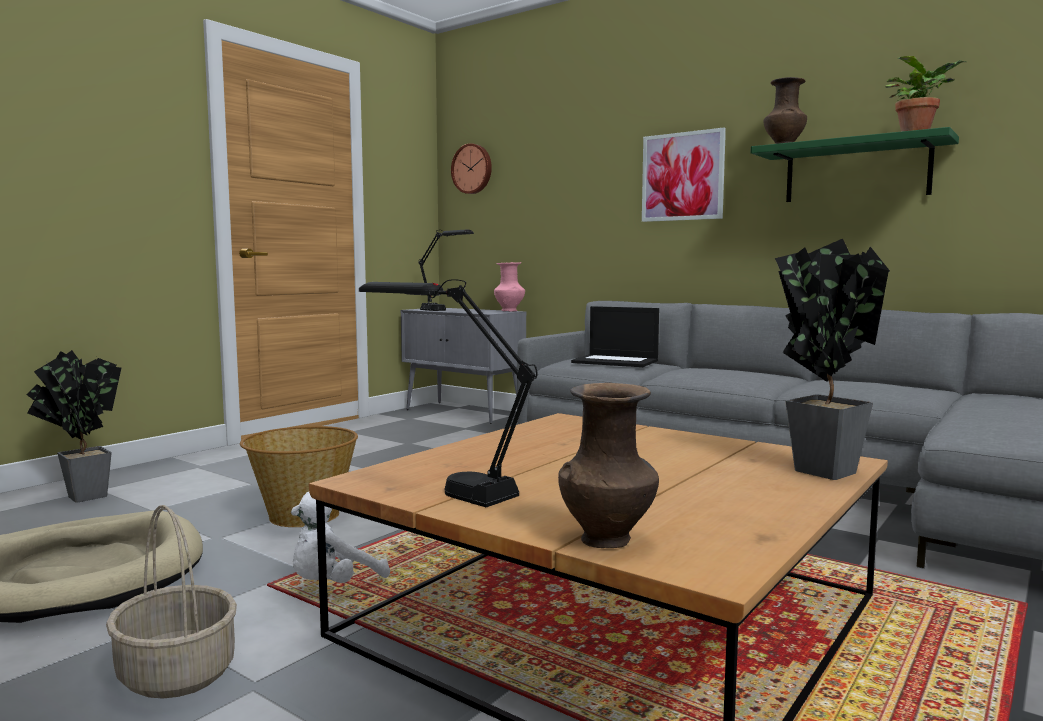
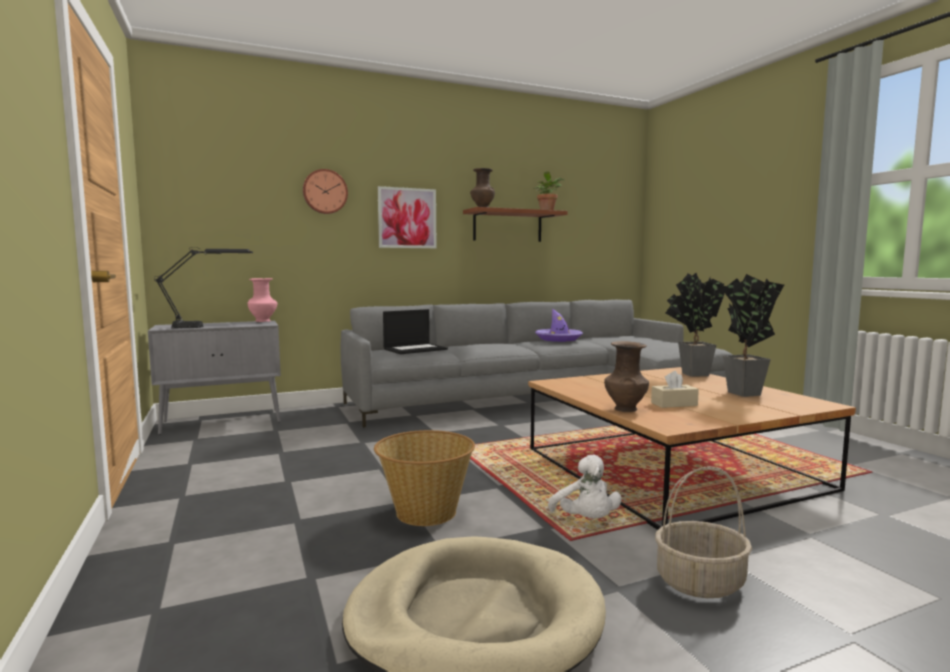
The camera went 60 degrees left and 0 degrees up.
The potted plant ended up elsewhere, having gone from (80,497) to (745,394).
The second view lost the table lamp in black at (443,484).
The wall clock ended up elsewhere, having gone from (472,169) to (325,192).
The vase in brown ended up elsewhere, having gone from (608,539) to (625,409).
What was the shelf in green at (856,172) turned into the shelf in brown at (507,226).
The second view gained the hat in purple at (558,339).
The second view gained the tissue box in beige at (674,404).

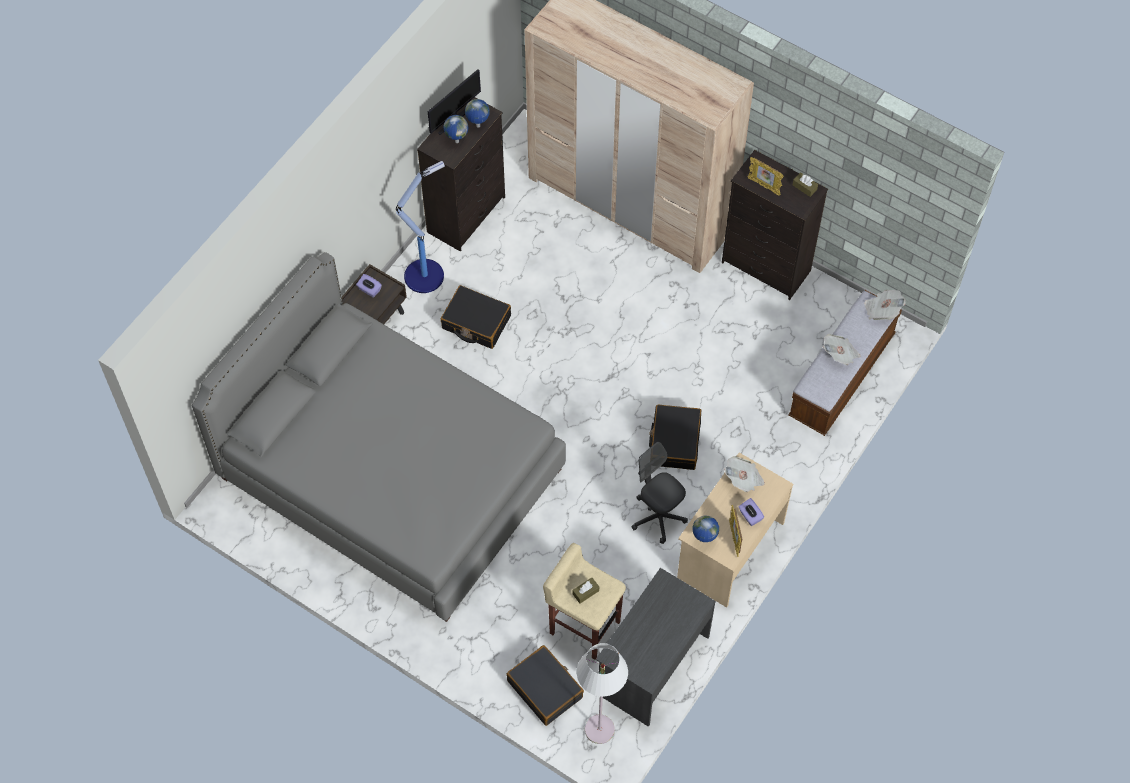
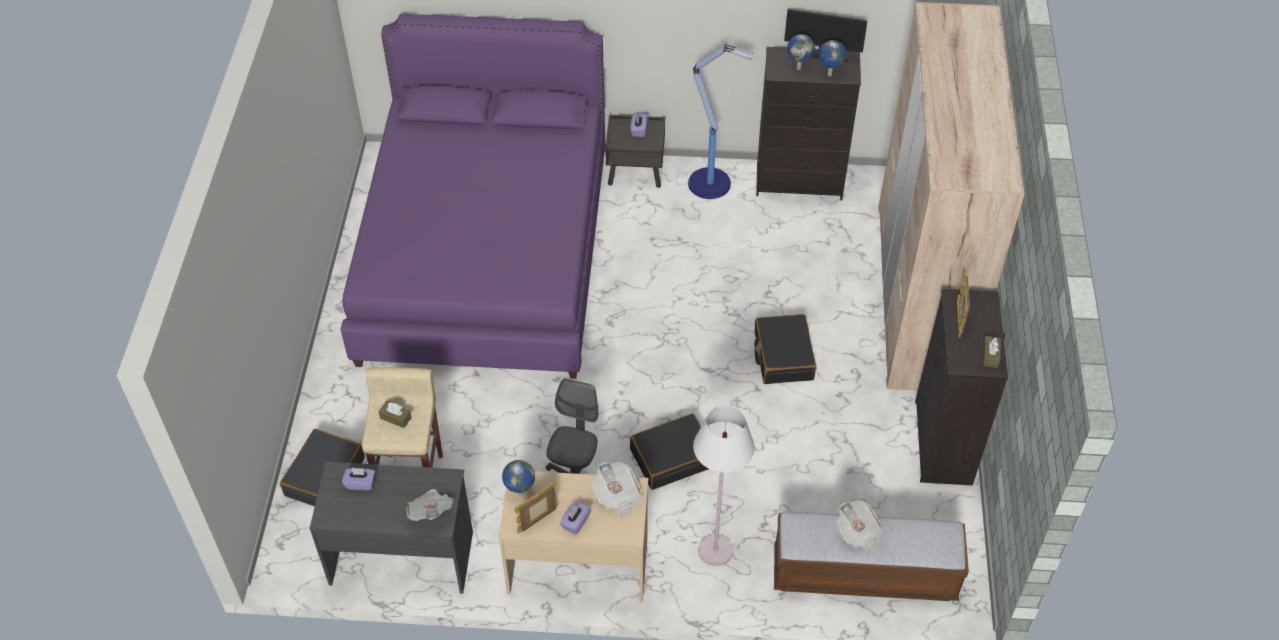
The camera went 60 degrees right and 10 degrees down.
What was the bed in grey at (391,474) turned into the bed in purple at (485,256).
The suitcase in black ended up elsewhere, having gone from (476,322) to (783,356).
The floor lamp in white ended up elsewhere, having gone from (599,729) to (715,550).
The newspaper ended up elsewhere, having gone from (882,310) to (430,512).
The second view gained the tissue box in purple at (360,483).

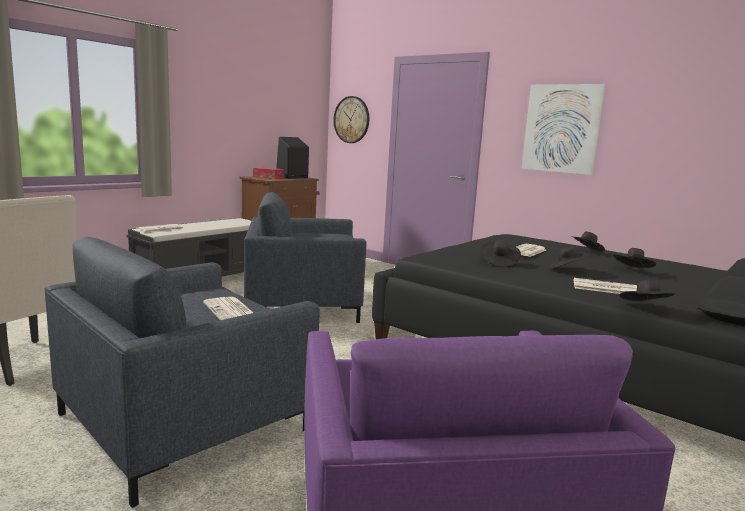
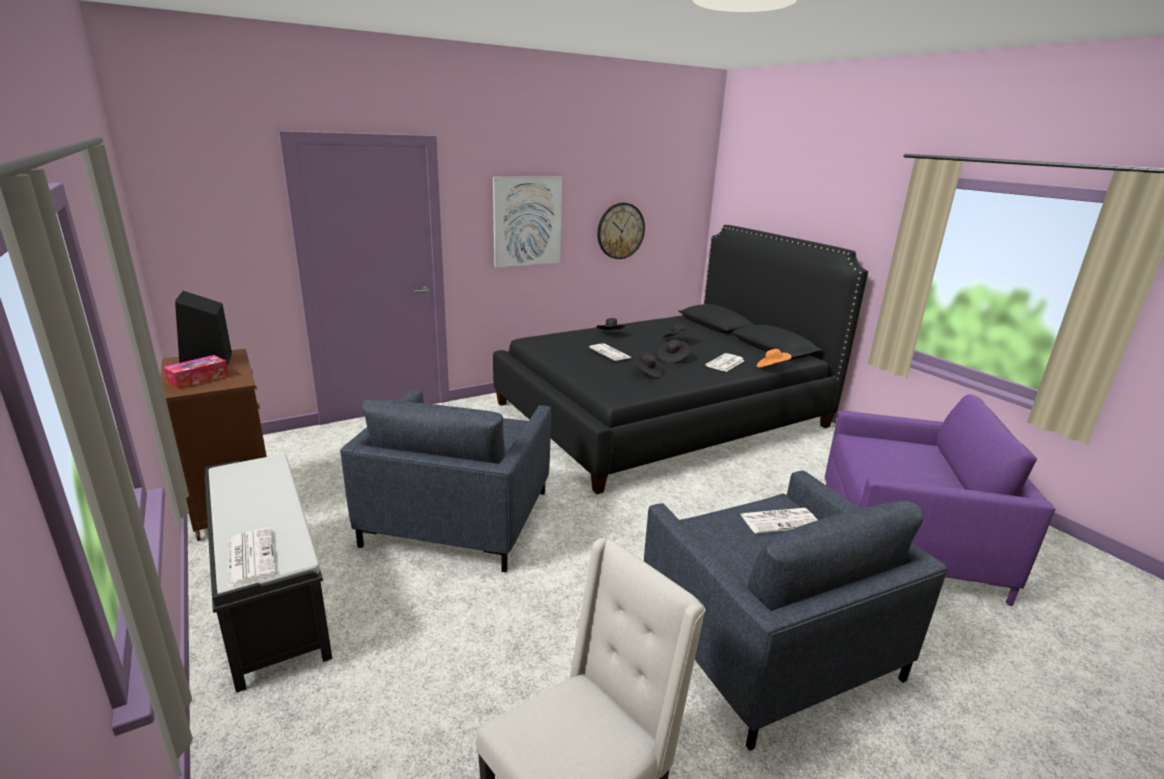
The camera went 70 degrees left and 10 degrees up.
The wall clock ended up elsewhere, having gone from (351,119) to (620,231).
What was the hat in black at (645,308) turned into the hat in orange at (772,367).

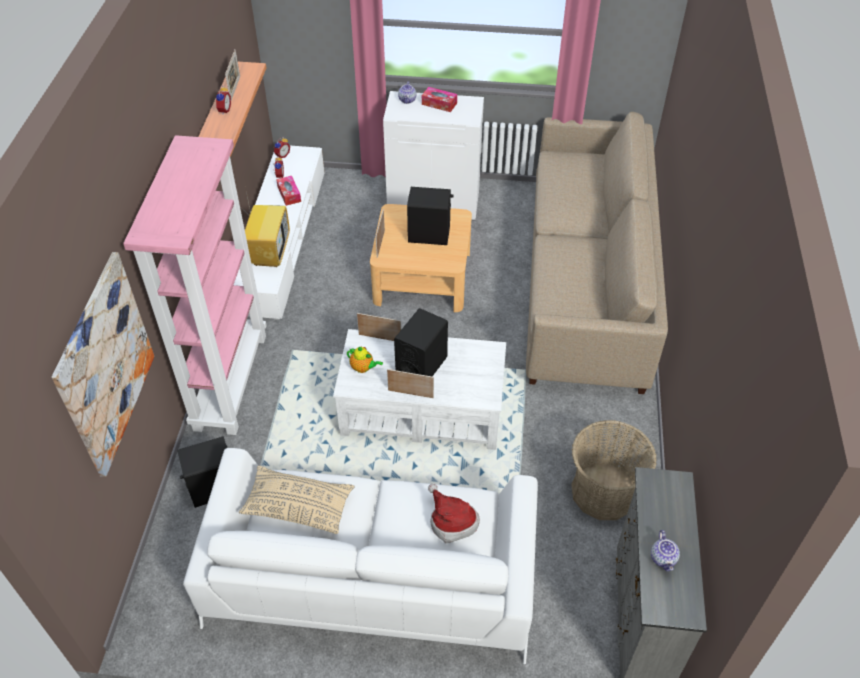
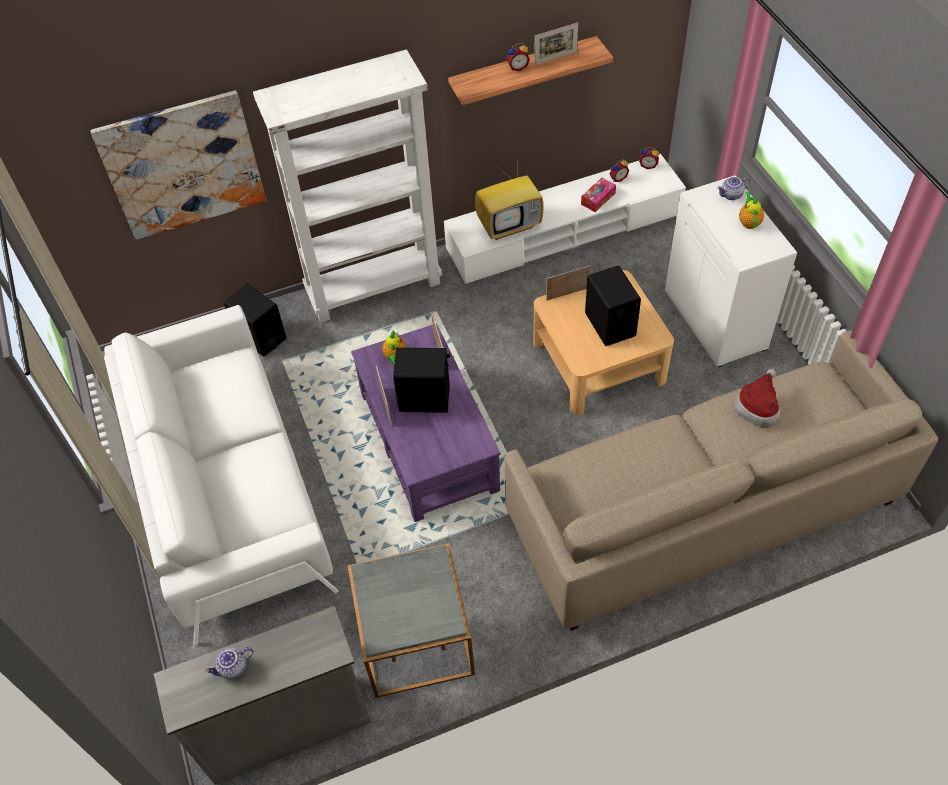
The camera went 65 degrees right and 5 degrees up.
What was the bookcase in pink at (230,380) turned into the bookcase in white at (375,287).
The second view lost the pillow in beige at (298,506).
What was the coffee table in white at (421,408) turned into the coffee table in purple at (428,439).
Where the tissue box stood at (439,104), the teapot came to stand at (749,222).
The hat ended up elsewhere, having gone from (451,521) to (757,406).
Where the basket stood at (603,492), the side table in grey came to stand at (415,639).

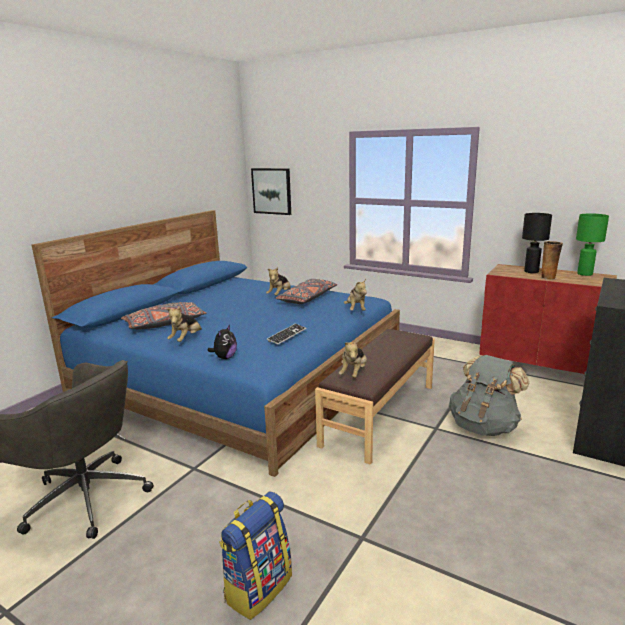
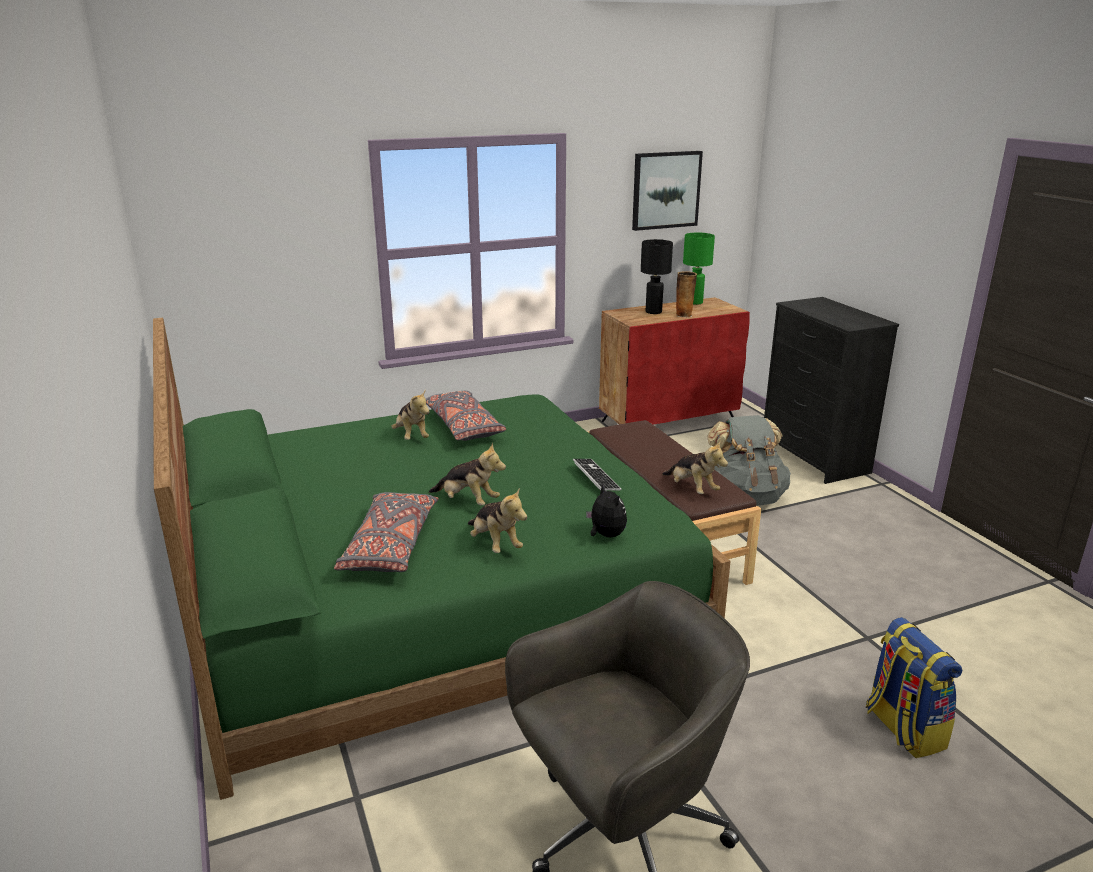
The camera went 55 degrees left and 5 degrees up.
What was the bed in blue at (240,376) turned into the bed in green at (429,589).
The picture ended up elsewhere, having gone from (272,191) to (665,190).
The plush toy ended up elsewhere, having gone from (356,310) to (467,501).

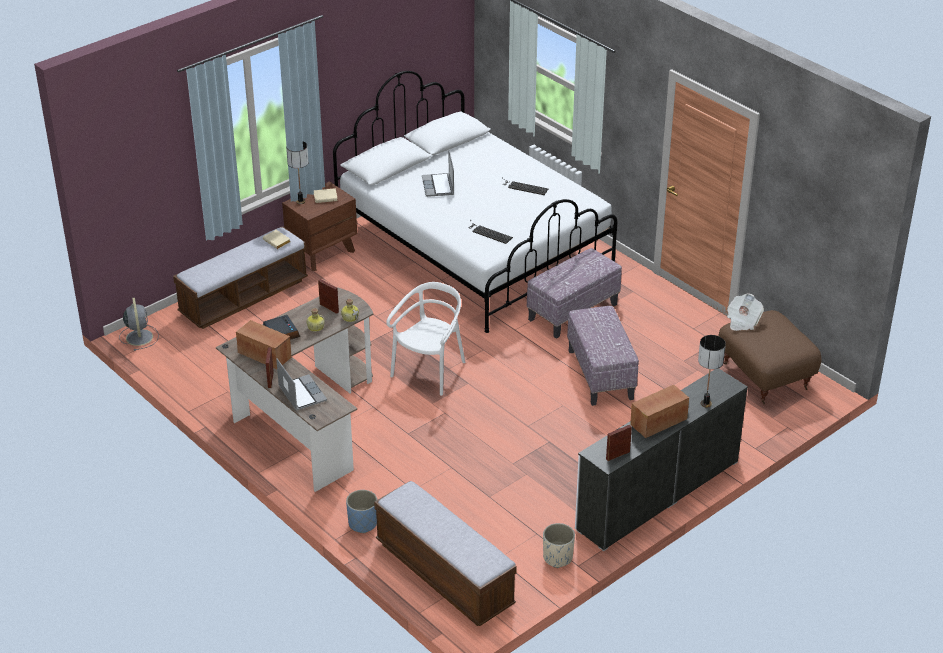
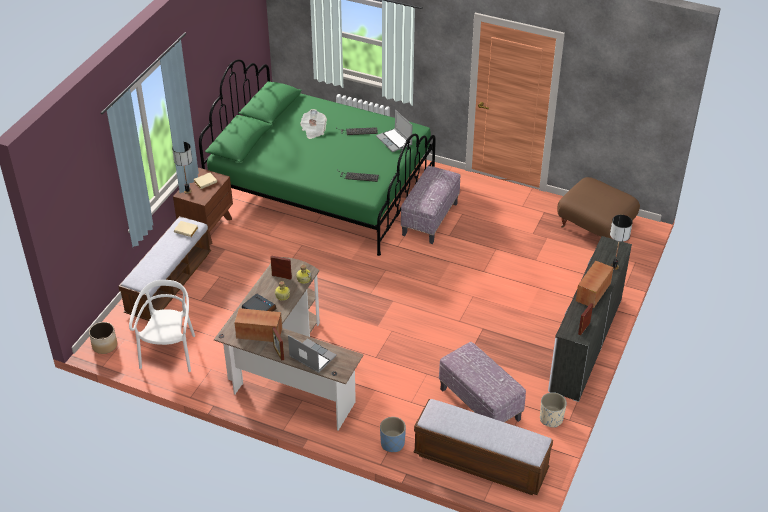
The camera went 25 degrees left and 5 degrees up.
Where the fan in grey stood at (139,336), the planter came to stand at (104,345).
What was the bed in white at (474,247) turned into the bed in green at (322,188).
The chair in white ended up elsewhere, having gone from (429,371) to (170,353).
The laptop ended up elsewhere, having gone from (438,186) to (394,141).
The ottoman ended up elsewhere, having gone from (599,374) to (479,404).
The newspaper ended up elsewhere, having gone from (742,321) to (313,130).

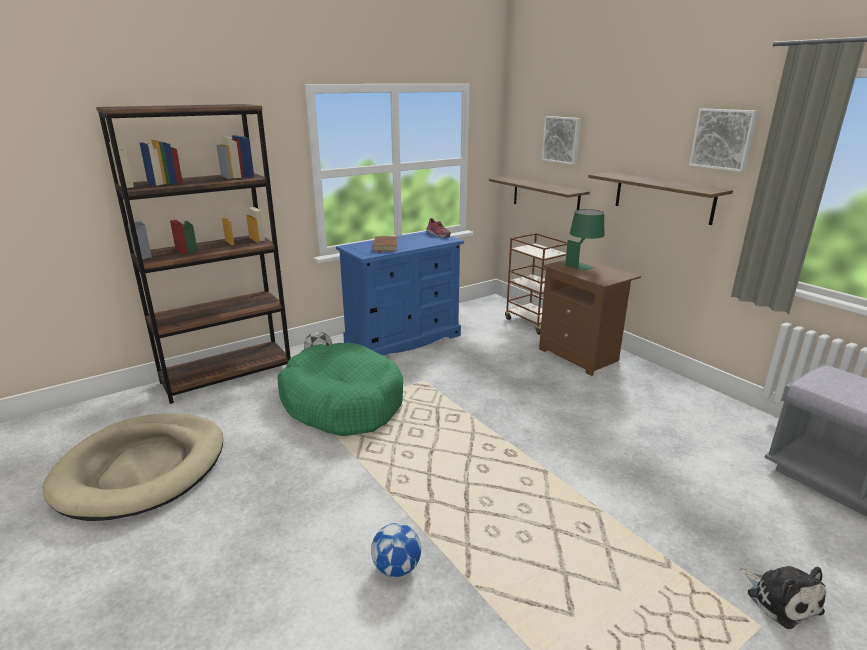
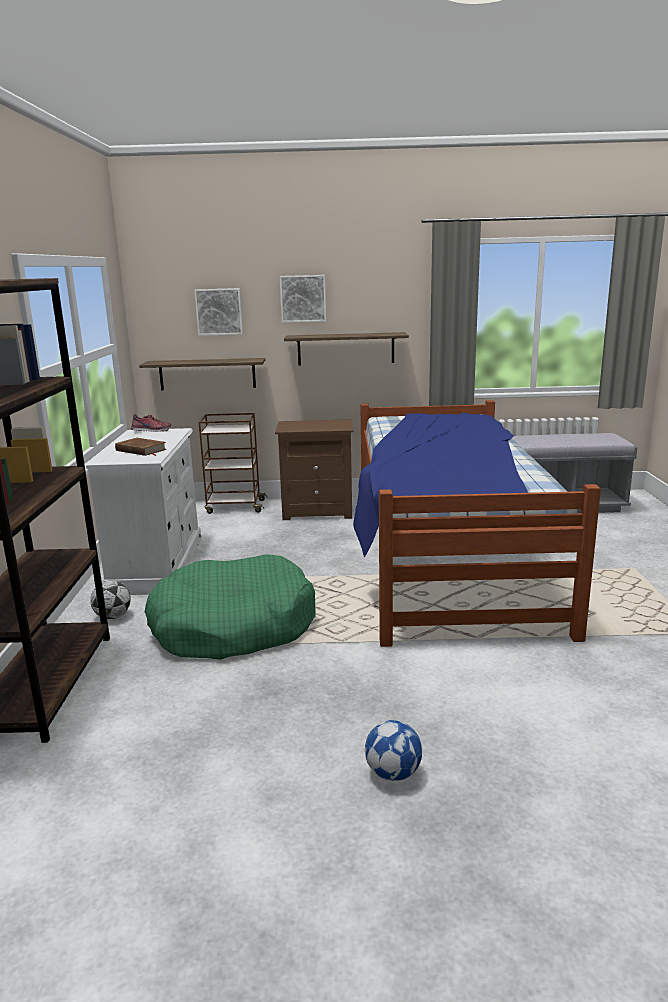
The camera went 55 degrees left and 5 degrees down.
The second view lost the dog bed in beige at (143,469).
What was the dresser in blue at (403,339) turned into the dresser in white at (158,564).
The football ended up elsewhere, having gone from (396,568) to (393,773).
The second view lost the table lamp in green at (581,264).
The picture ended up elsewhere, having gone from (723,139) to (303,298).
The second view lost the plush toy at (780,599).
The second view gained the bed at (445,556).

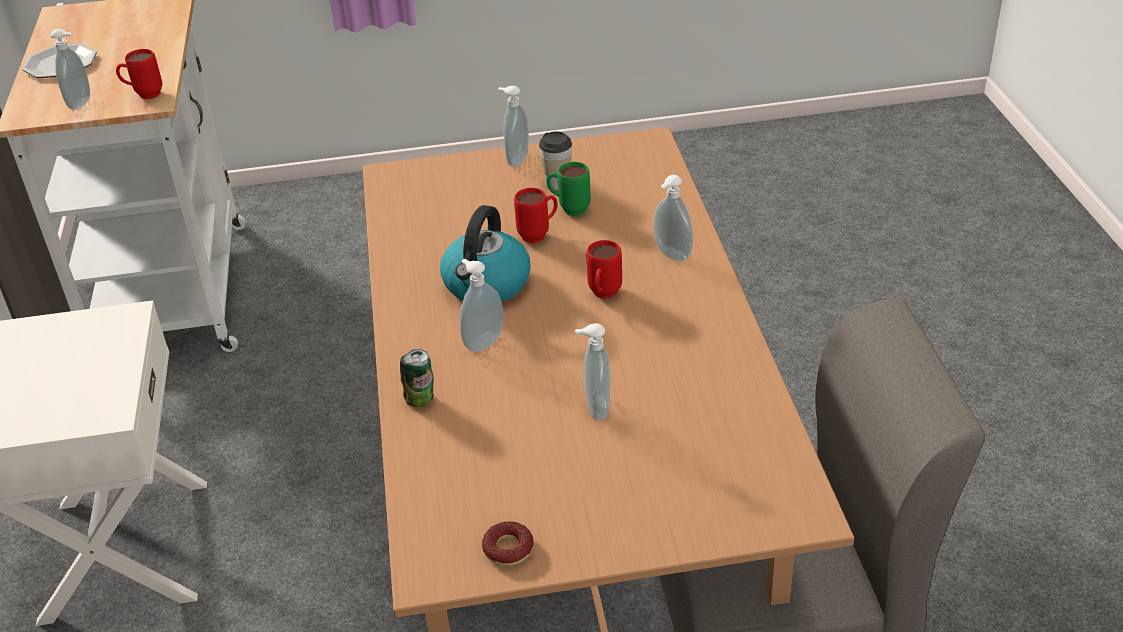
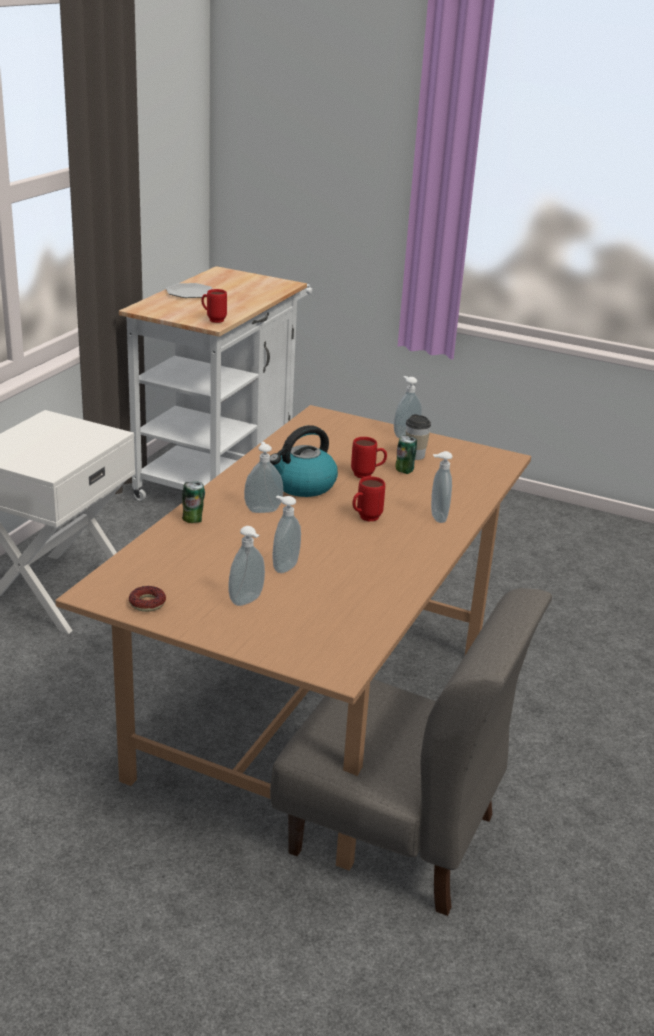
The camera went 30 degrees right and 10 degrees down.
The soap dispenser ended up elsewhere, having gone from (82,103) to (247,601).
Where the mug in green stood at (569,209), the can came to stand at (404,470).

